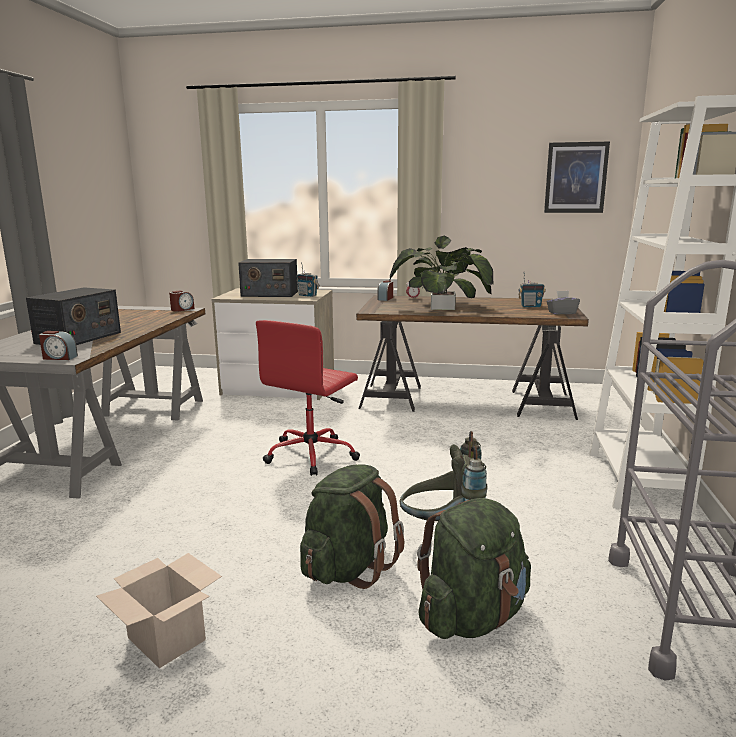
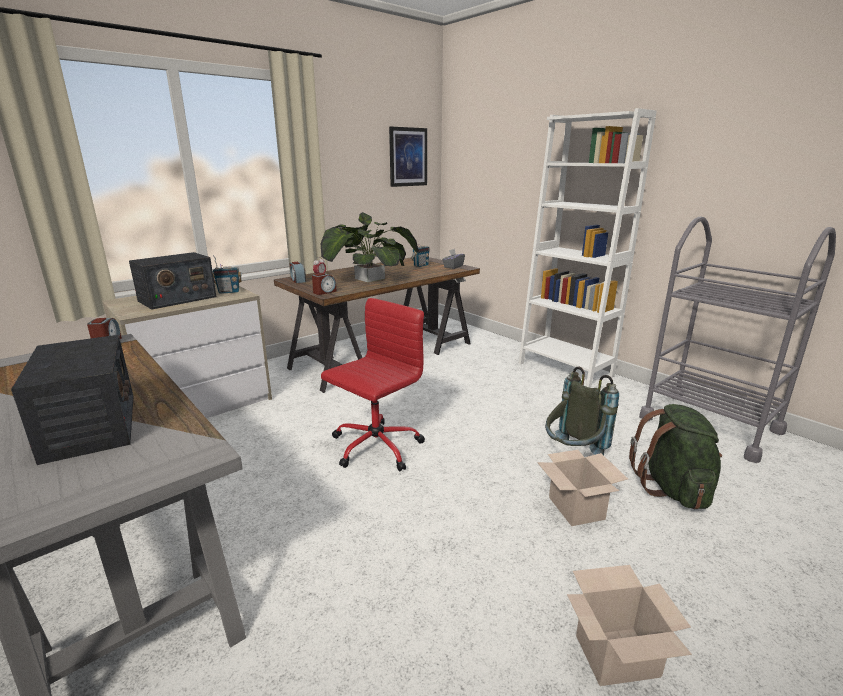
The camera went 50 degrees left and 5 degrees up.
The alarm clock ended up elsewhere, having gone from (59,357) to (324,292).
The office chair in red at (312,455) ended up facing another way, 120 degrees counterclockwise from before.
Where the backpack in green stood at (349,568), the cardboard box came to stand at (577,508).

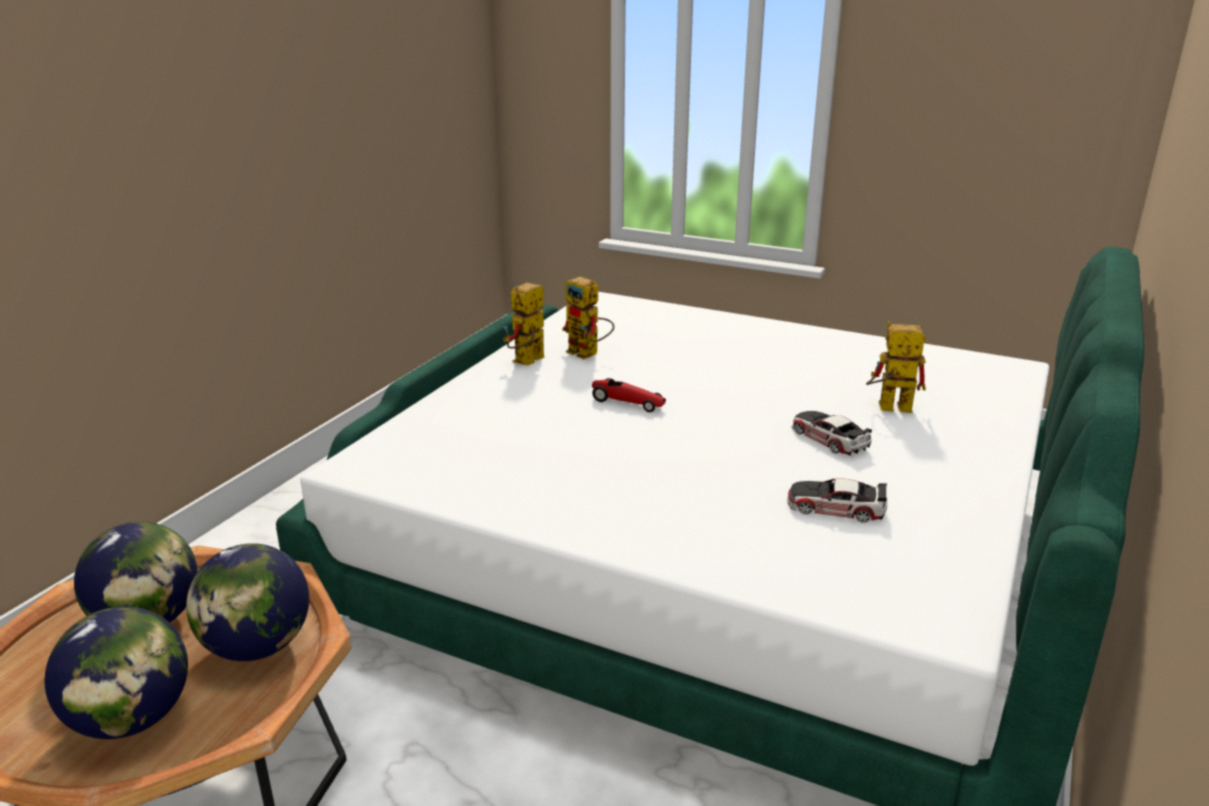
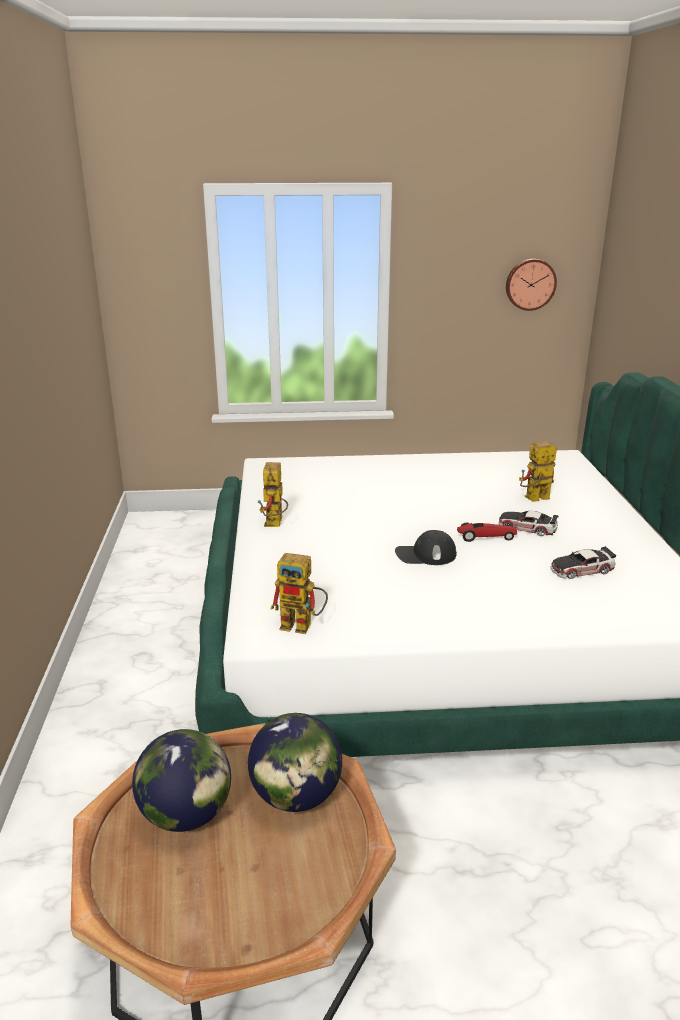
The camera went 30 degrees left and 0 degrees up.
The second view lost the globe at (132,720).
The toy robot ended up elsewhere, having gone from (588,354) to (303,625).
The toy car ended up elsewhere, having gone from (627,403) to (486,537).
The second view gained the cap in black at (425,554).
The second view gained the wall clock at (530,284).

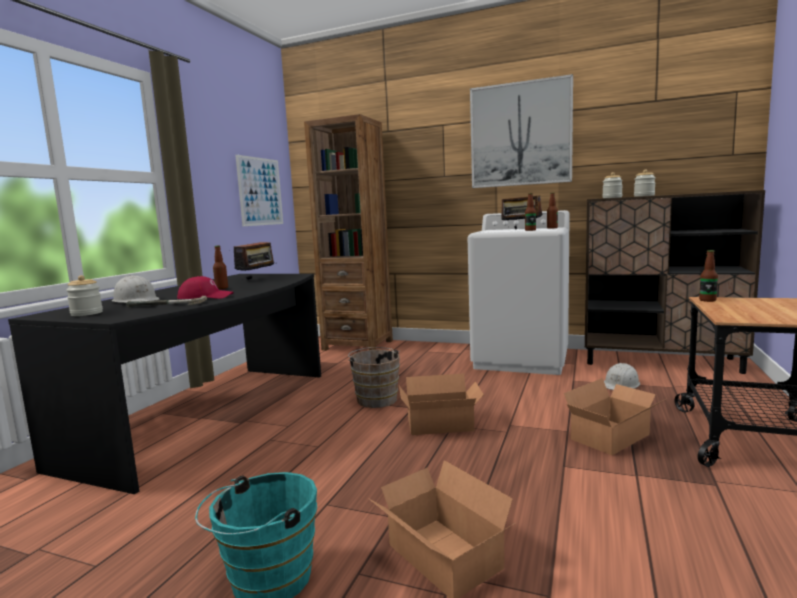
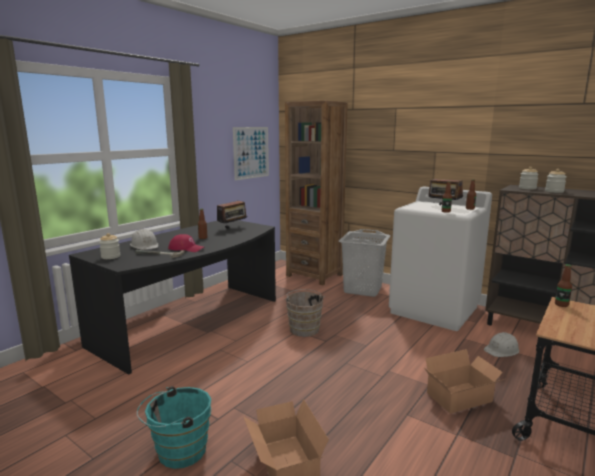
The camera went 15 degrees right and 5 degrees up.
The second view lost the cardboard box at (442,425).
The second view lost the picture at (520,134).
The second view gained the laundry basket in grey at (363,289).

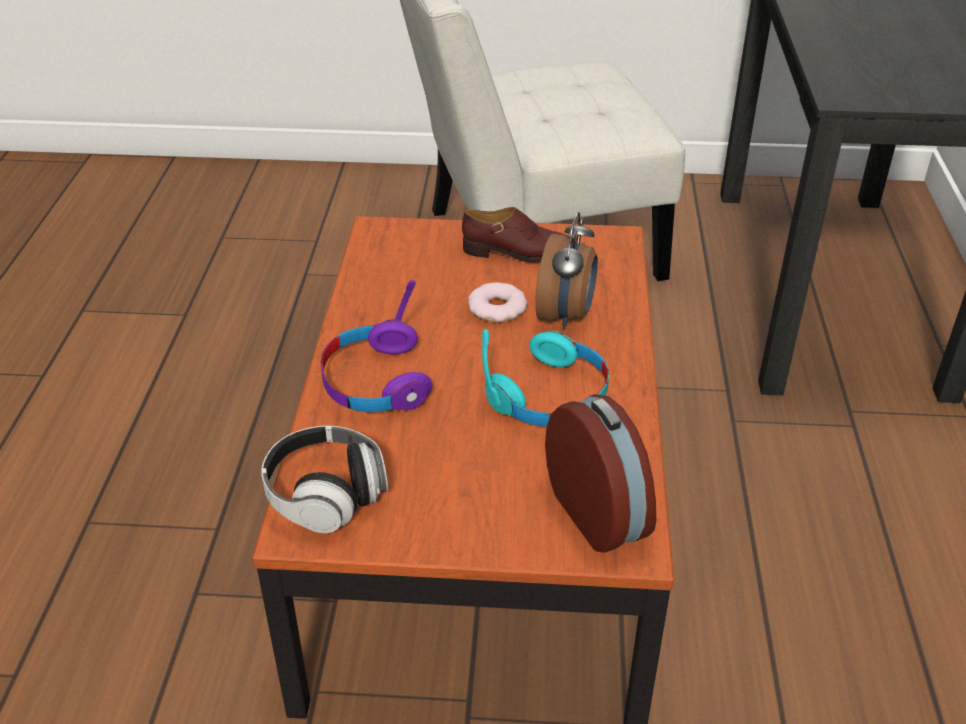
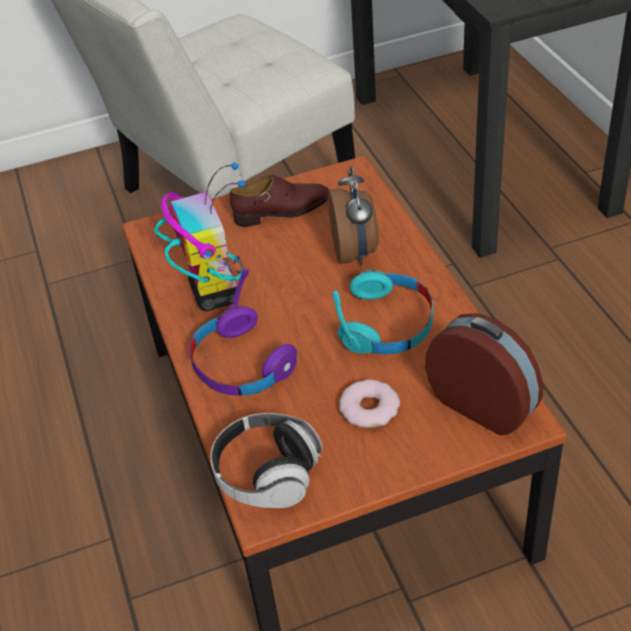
The camera went 20 degrees left and 5 degrees up.
The donut ended up elsewhere, having gone from (497,308) to (369,408).
The second view gained the toy robot at (214,293).

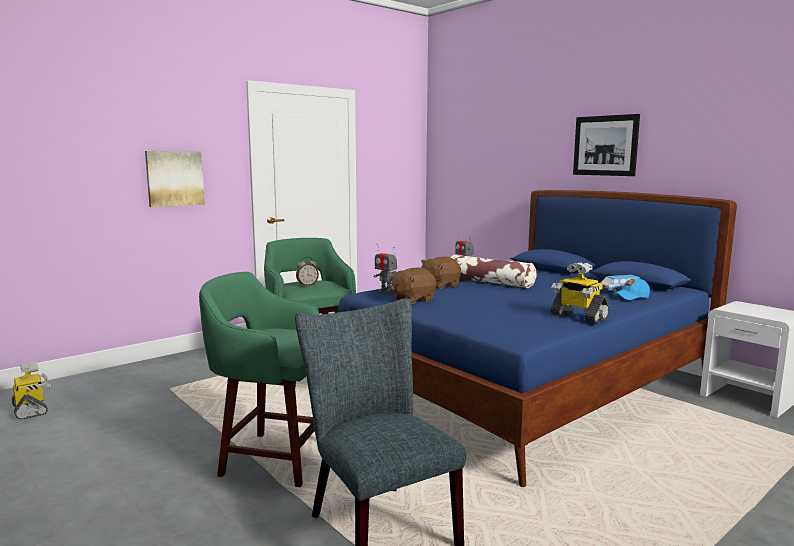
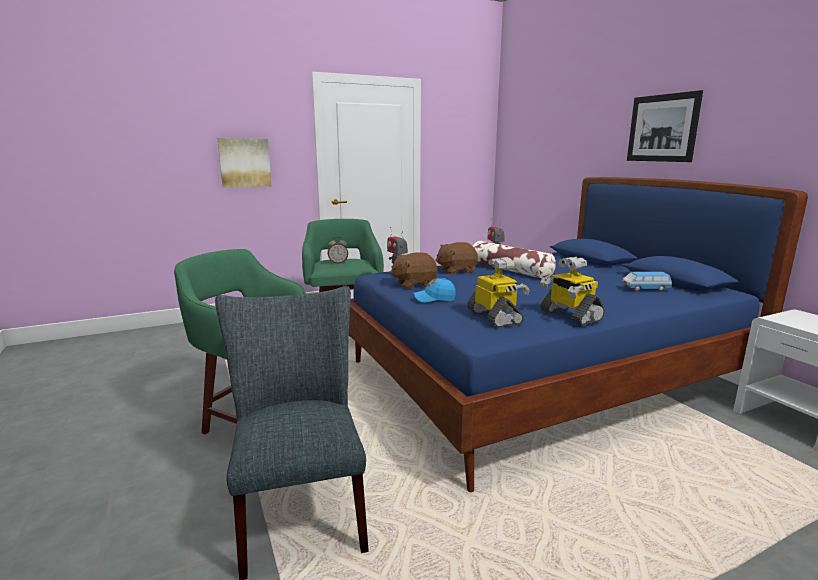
The camera went 15 degrees right and 5 degrees up.
The toy robot ended up elsewhere, having gone from (31,410) to (495,317).
The cap in blue ended up elsewhere, having gone from (631,297) to (434,299).

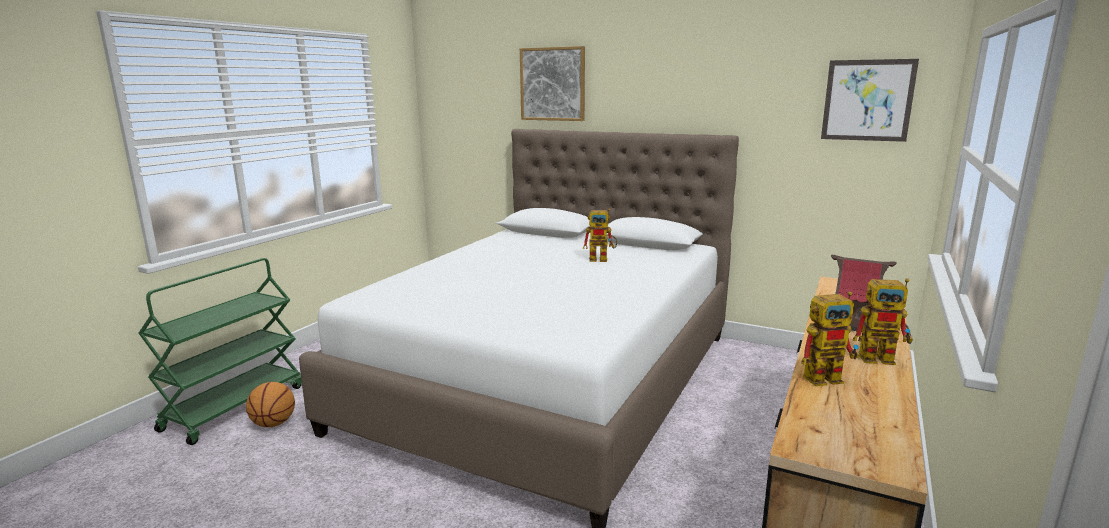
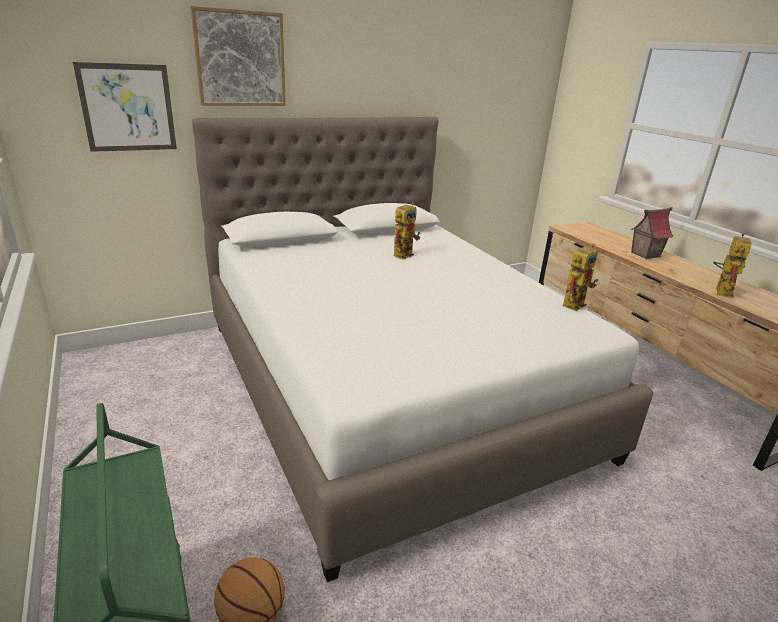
The camera went 55 degrees left and 10 degrees up.
The picture ended up elsewhere, having gone from (867,100) to (128,108).
The toy robot ended up elsewhere, having gone from (883,358) to (574,303).

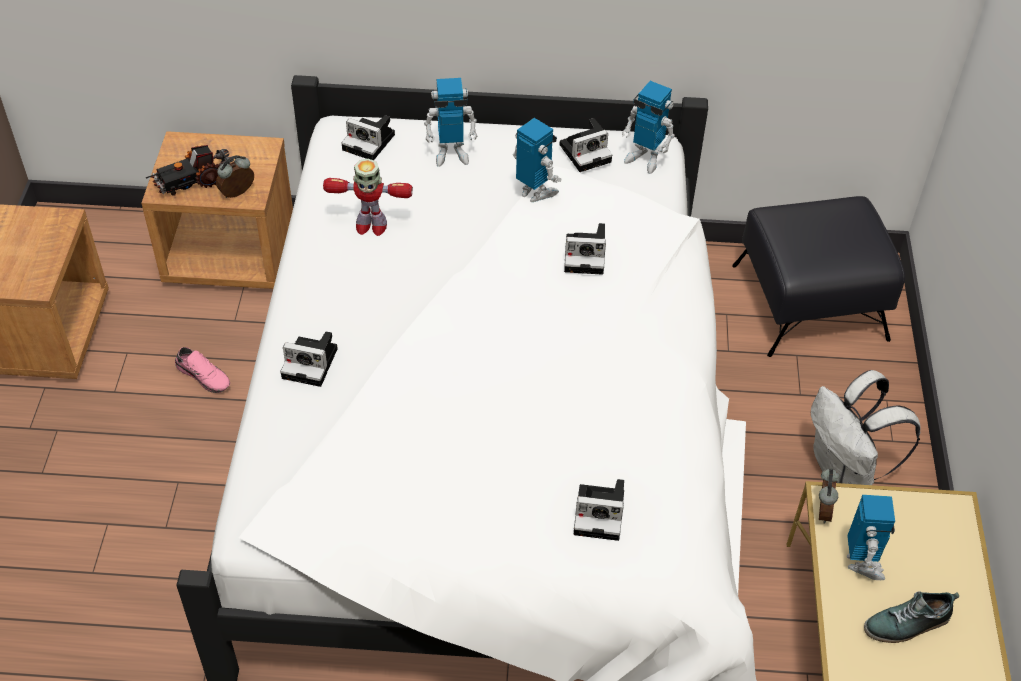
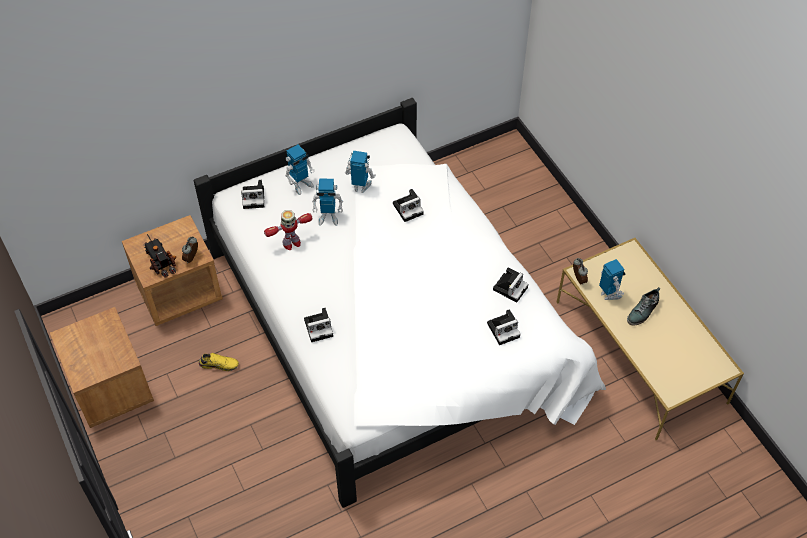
The camera went 30 degrees left and 5 degrees up.
The toy truck at (193,180) ended up facing another way, 120 degrees clockwise from before.
What was the shoe in pink at (204,375) turned into the shoe in yellow at (219,364).
The photo camera ended up elsewhere, having gone from (586,152) to (510,287).
The toy robot ended up elsewhere, having gone from (645,158) to (328,217).
The second view lost the ottoman in black at (811,302).
The second view lost the backpack in white at (845,471).

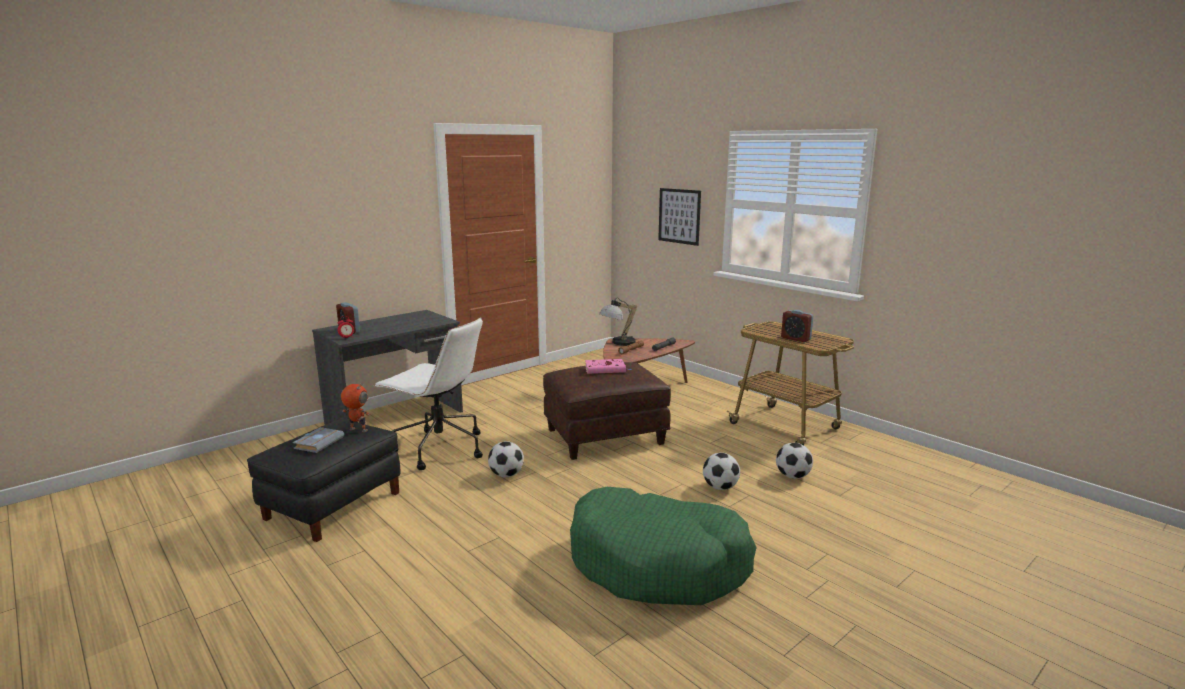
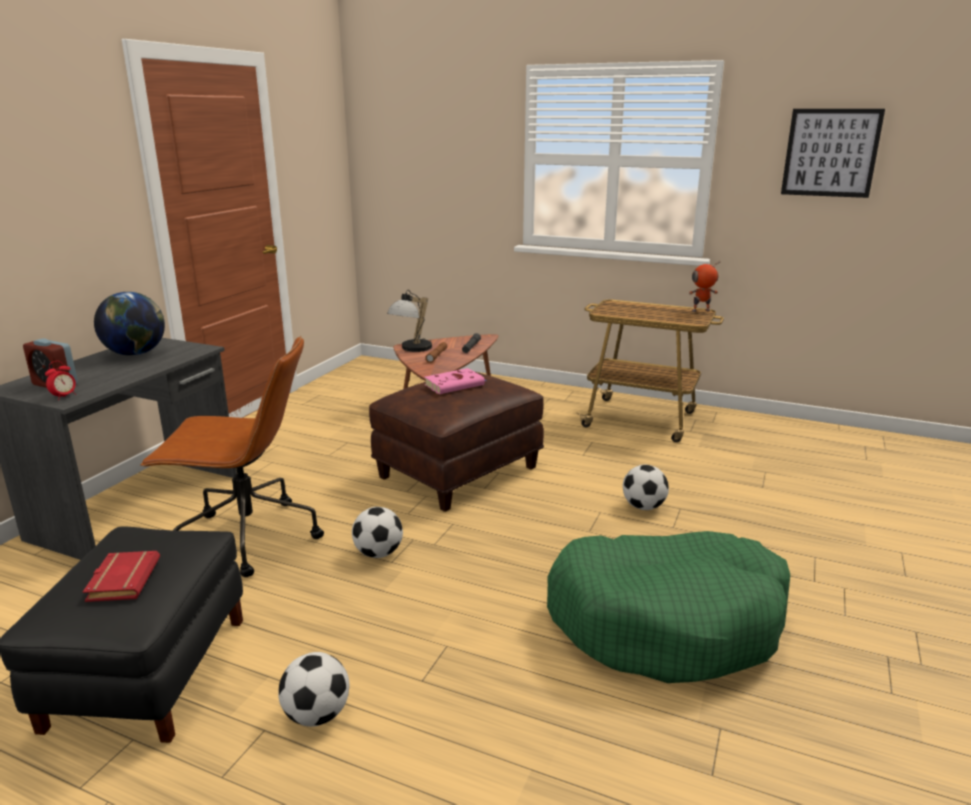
The camera went 25 degrees left and 5 degrees up.
What was the book in grey at (318,443) turned into the book in red at (122,580).
The toy robot ended up elsewhere, having gone from (357,430) to (701,311).
What was the office chair in white at (438,448) turned into the office chair in brown at (247,538).
The picture ended up elsewhere, having gone from (679,216) to (830,153).
The football ended up elsewhere, having gone from (792,476) to (316,715).
The second view lost the alarm clock at (795,339).
The second view gained the globe at (136,353).

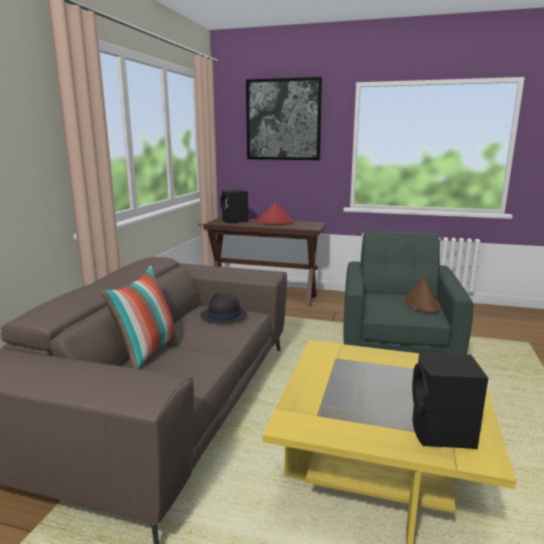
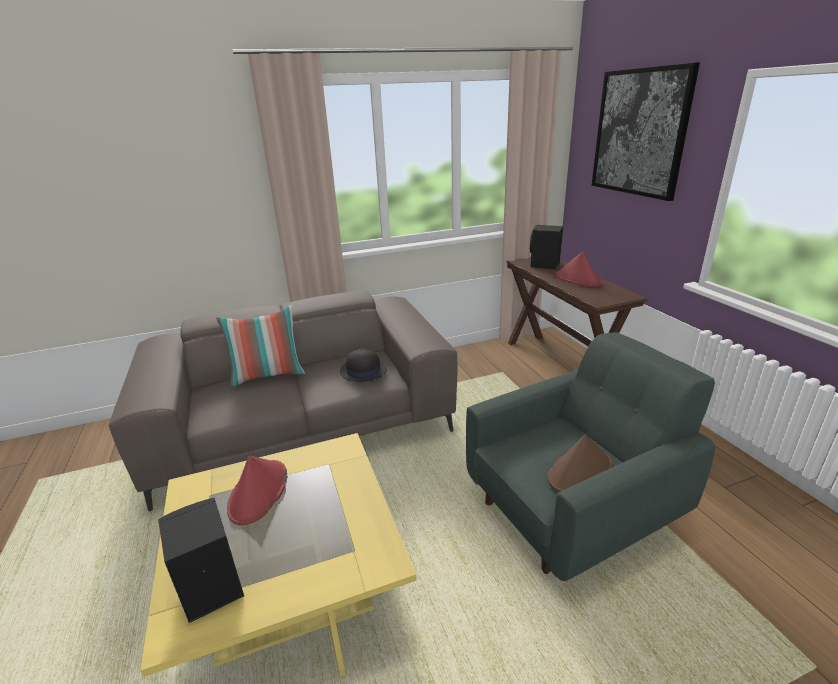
The camera went 55 degrees right and 10 degrees up.
The second view gained the hat in red at (258,492).

